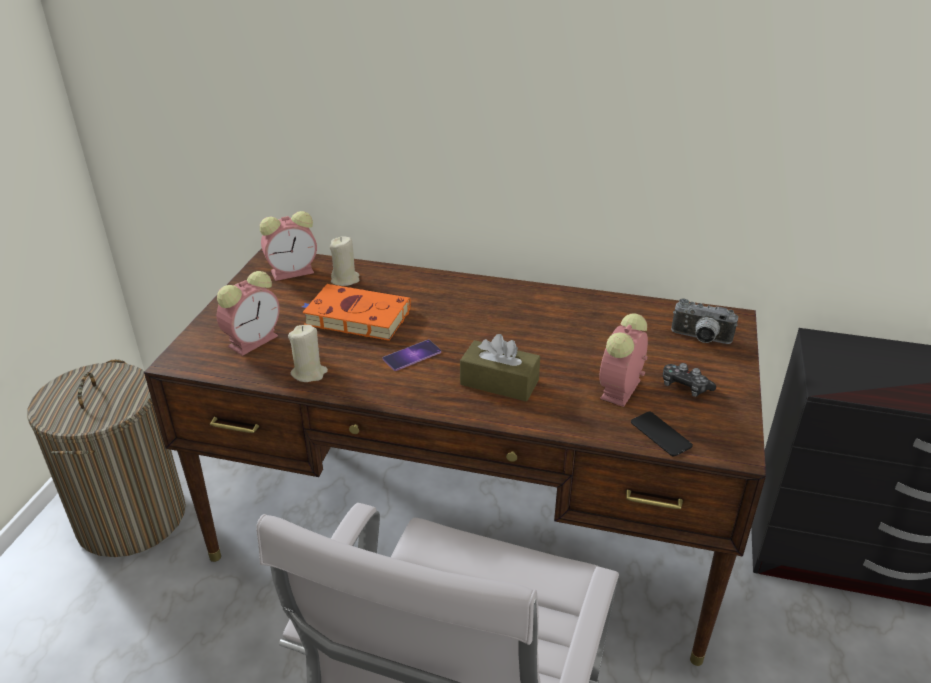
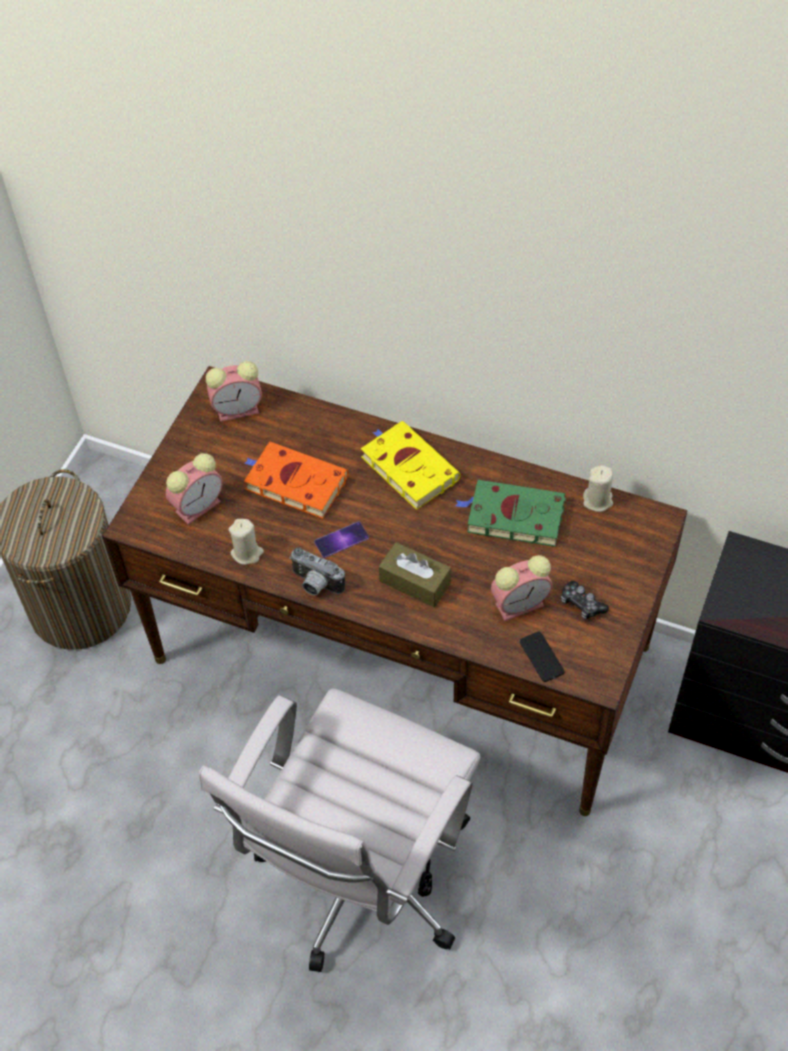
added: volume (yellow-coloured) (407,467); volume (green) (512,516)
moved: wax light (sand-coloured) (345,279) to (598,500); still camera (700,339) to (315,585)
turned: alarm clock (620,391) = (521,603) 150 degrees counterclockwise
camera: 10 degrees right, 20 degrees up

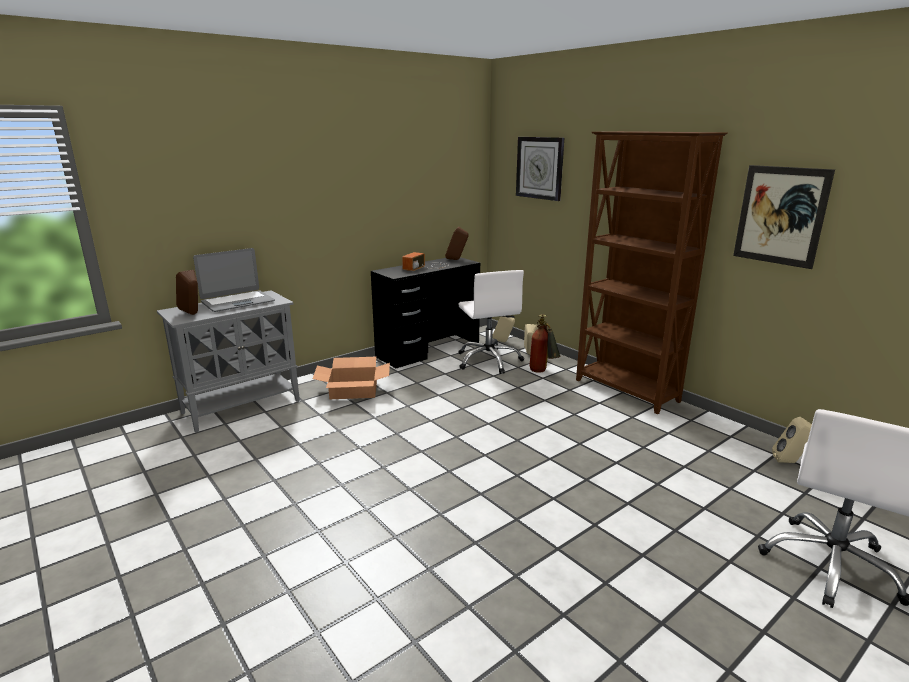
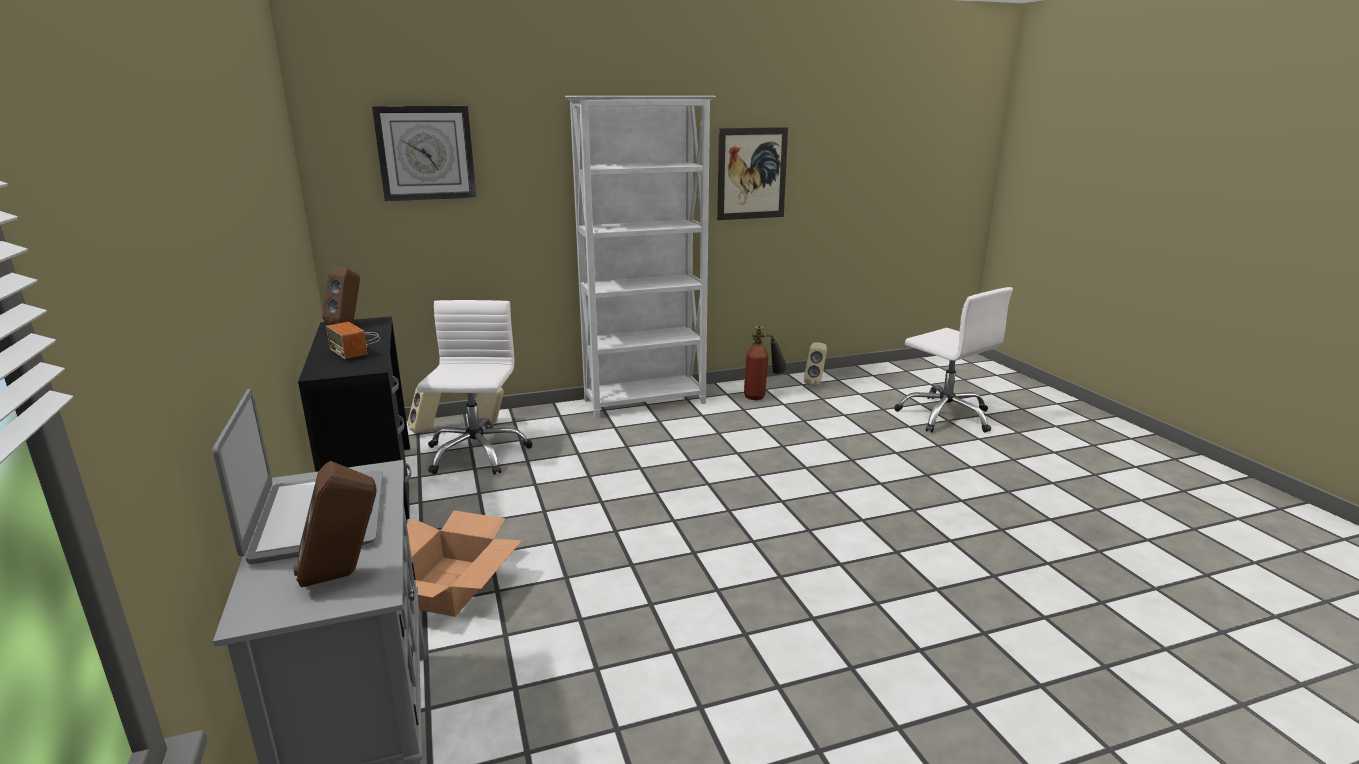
moved: fire-fighting cylinder (542,372) to (762,396)
recoloured: shelving unit (brown-coloured) (626,391) to shelving unit (white-coloured) (646,402)
turned: office chair (white-coloured) (489,360) = (476,453) 90 degrees counterclockwise
camera: 70 degrees left, 0 degrees up

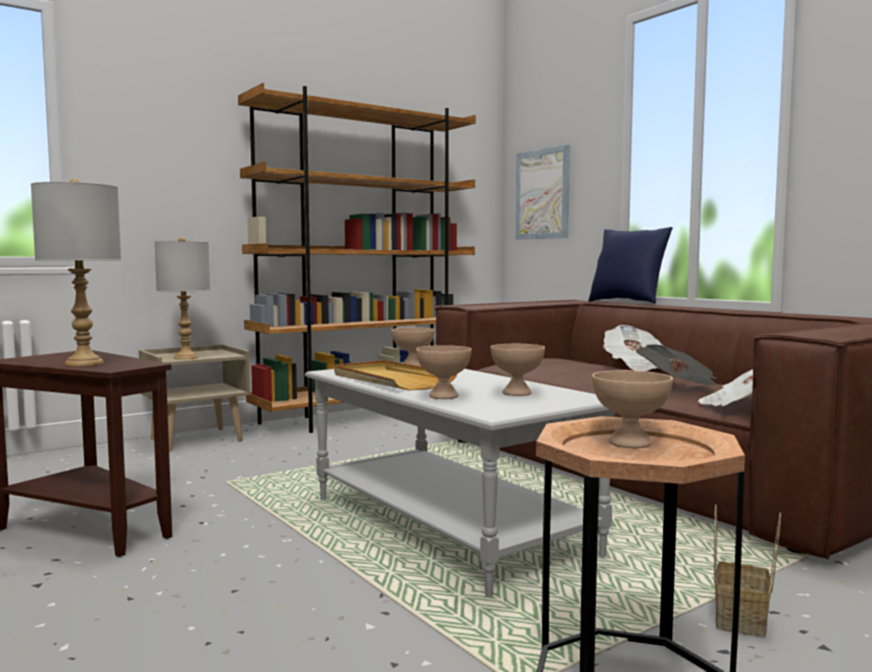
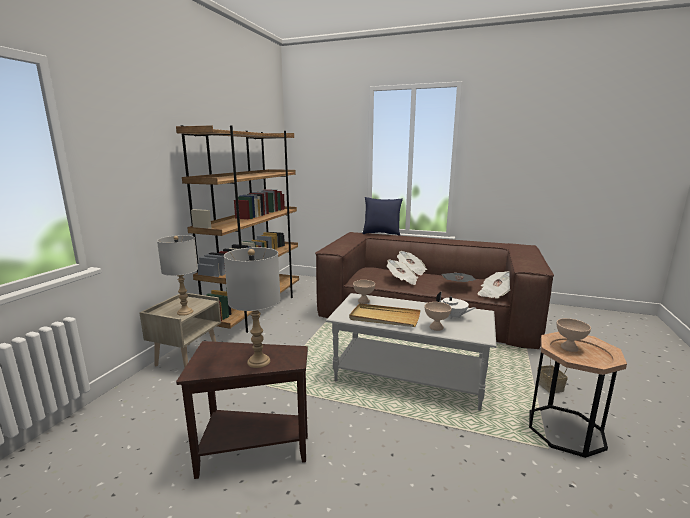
removed: picture (542,194)
added: daily paper (402,280)
replaced: bowl (sand-coloured) (516,393) to tea pot (white-coloured) (453,316)
camera: 35 degrees left, 10 degrees up

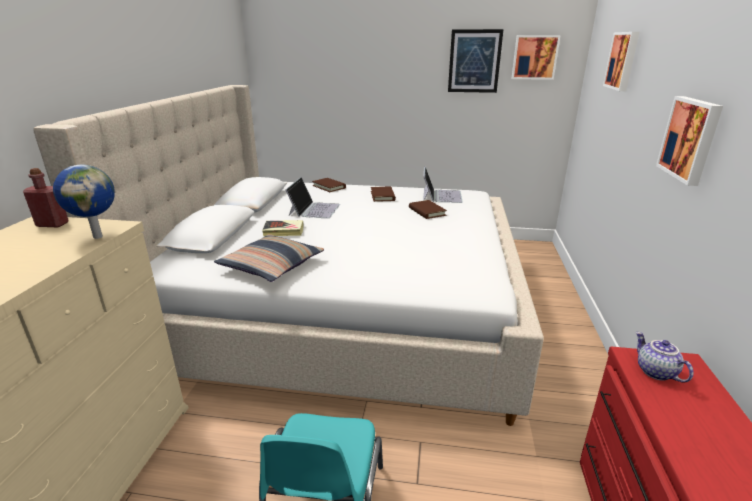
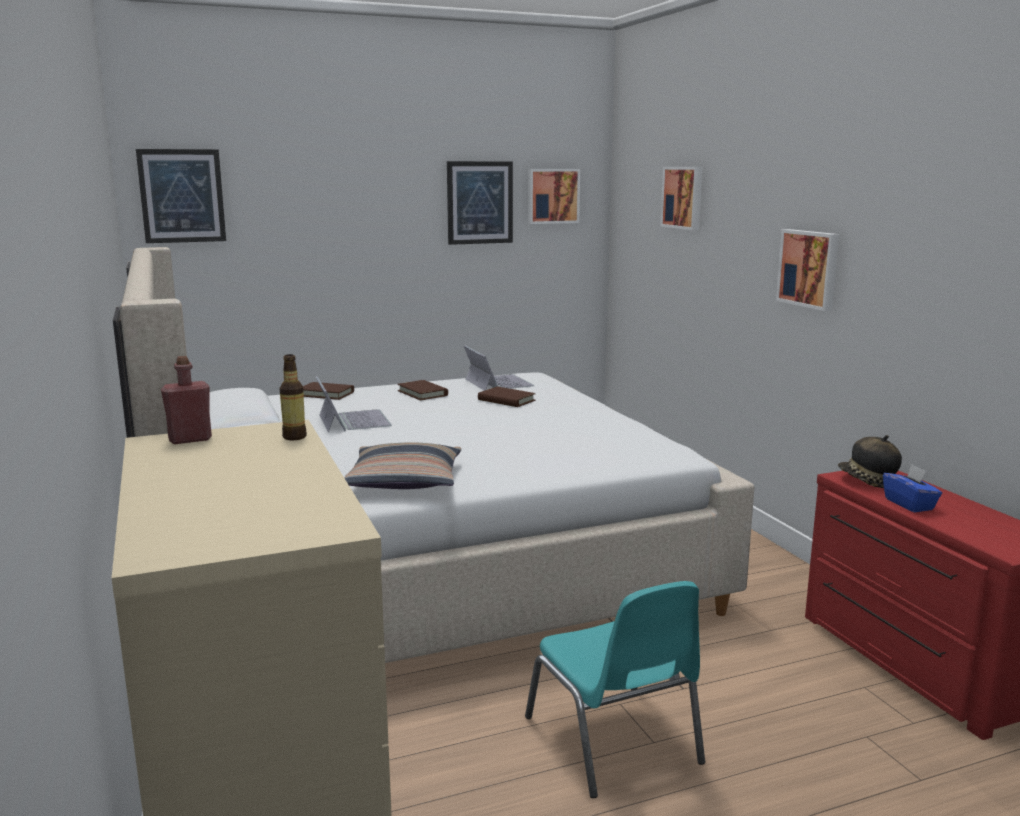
removed: volume (283,231)
added: picture (182,196); box of tissues (blue-coloured) (909,504)
replaced: desk globe (98,236) to drink bottle (294,437); tea pot (655,372) to hat (867,481)
camera: 30 degrees left, 10 degrees down

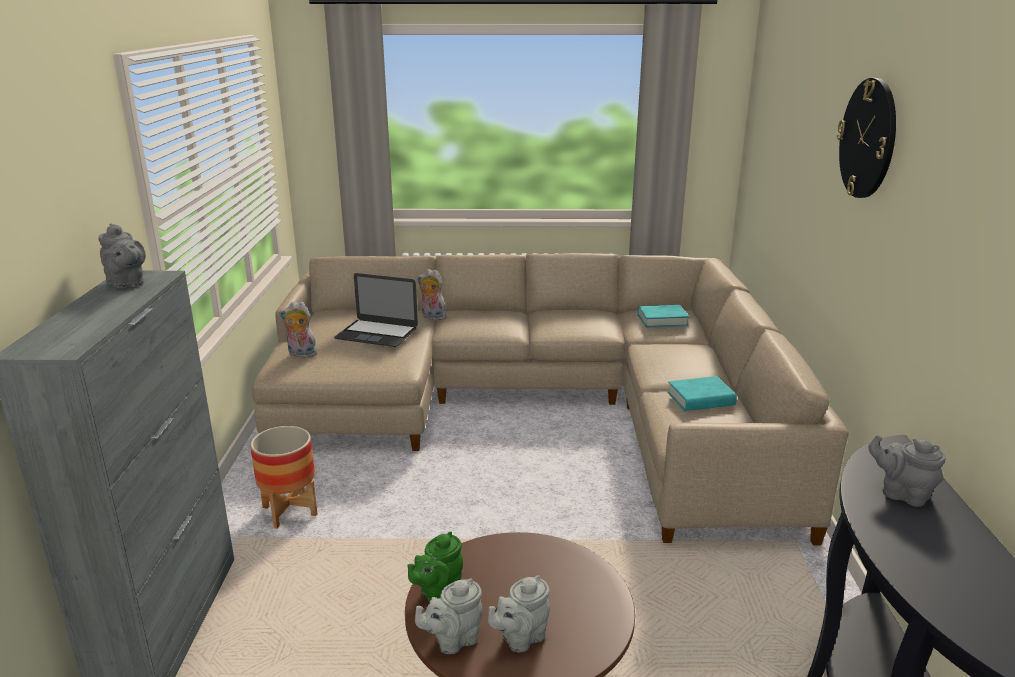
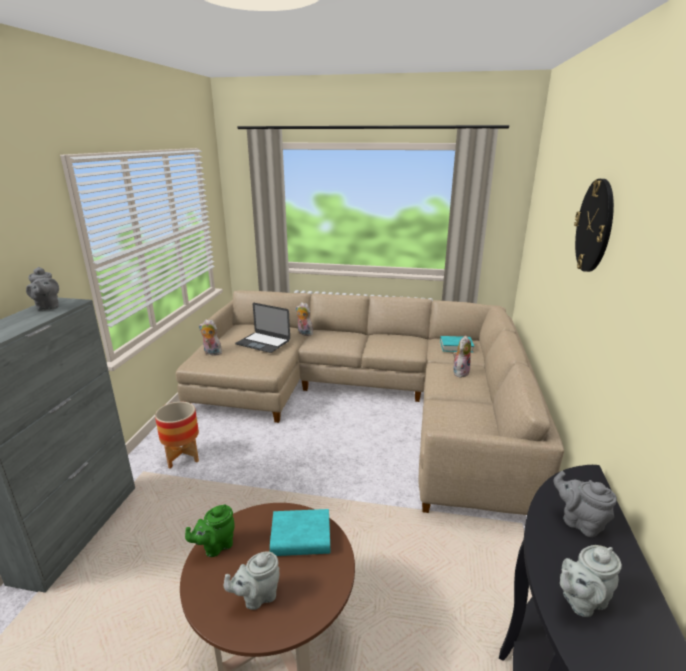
added: plush toy (460,372)
moved: tea pot (grey) (453,640) to (581,600); volume (turquoise-coloured) (700,399) to (301,537)
camera: 10 degrees right, 0 degrees up

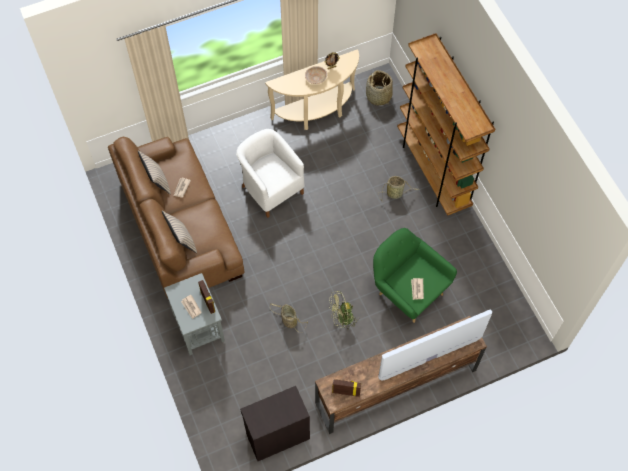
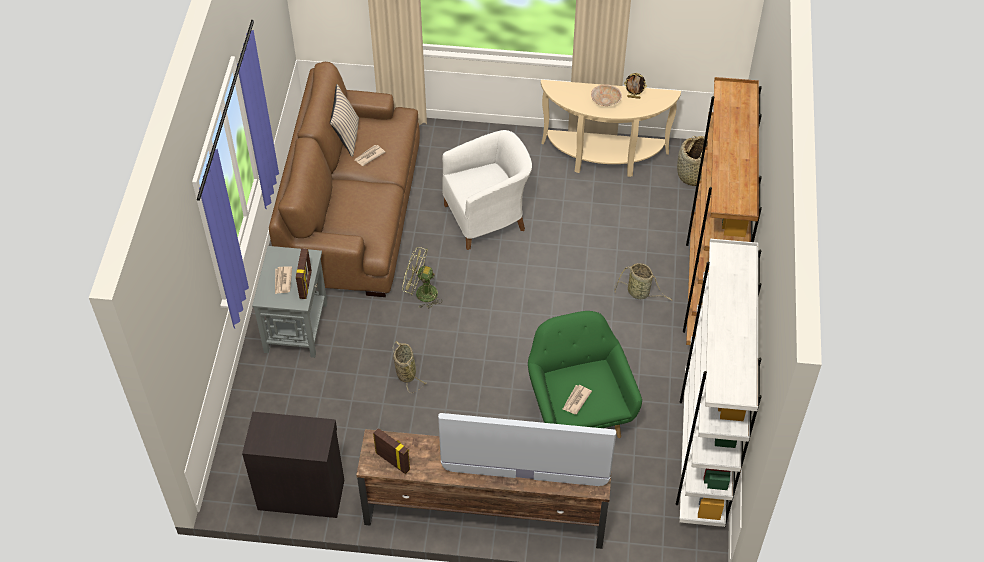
removed: throw pillow (sand-coloured) (182,240)
added: shelving unit (white-coloured) (702,454)
moved: fan (green) (342,319) to (421,293)
turned: armchair (white-coloured) (270,188) = (488,217) 75 degrees clockwise
camera: 30 degrees right, 10 degrees down

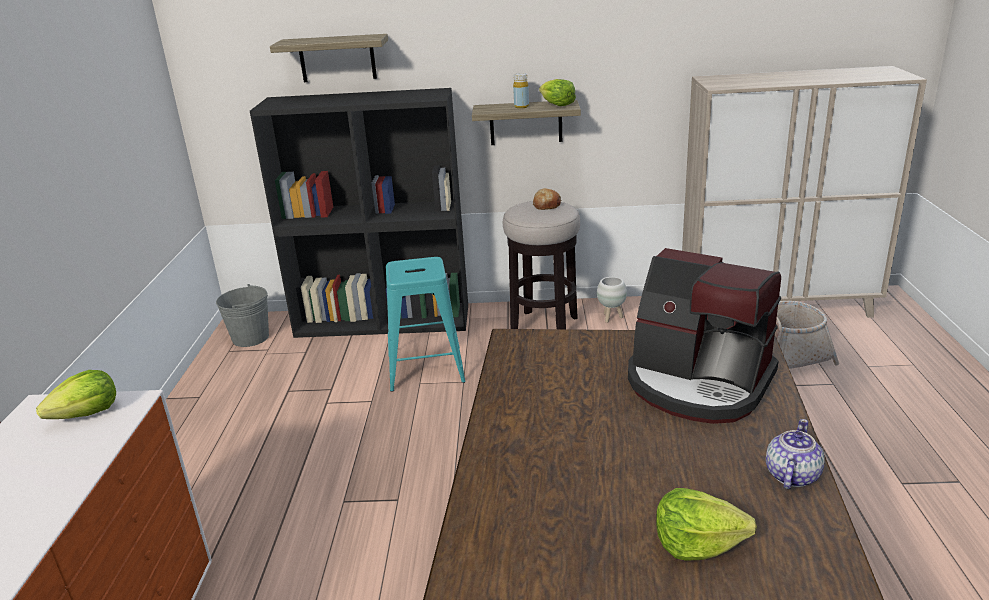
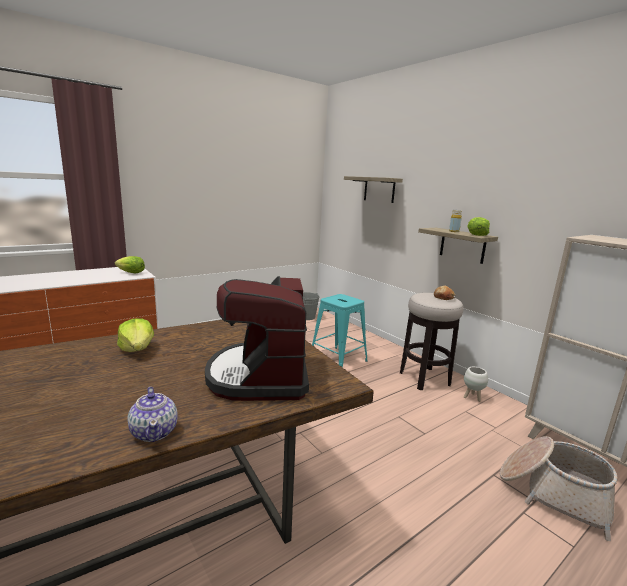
removed: shelving unit (black) (384,320)
moved: head of lettuce (697,543) to (137,349)
turned: tea pot (791,475) = (154,431) 75 degrees clockwise
camera: 50 degrees right, 10 degrees down

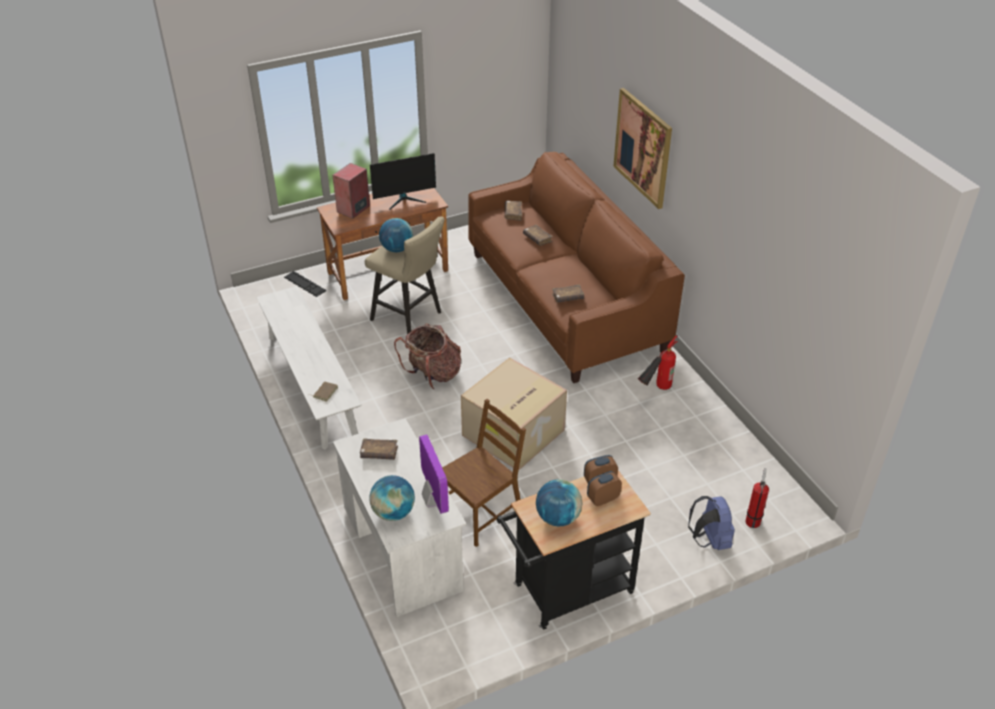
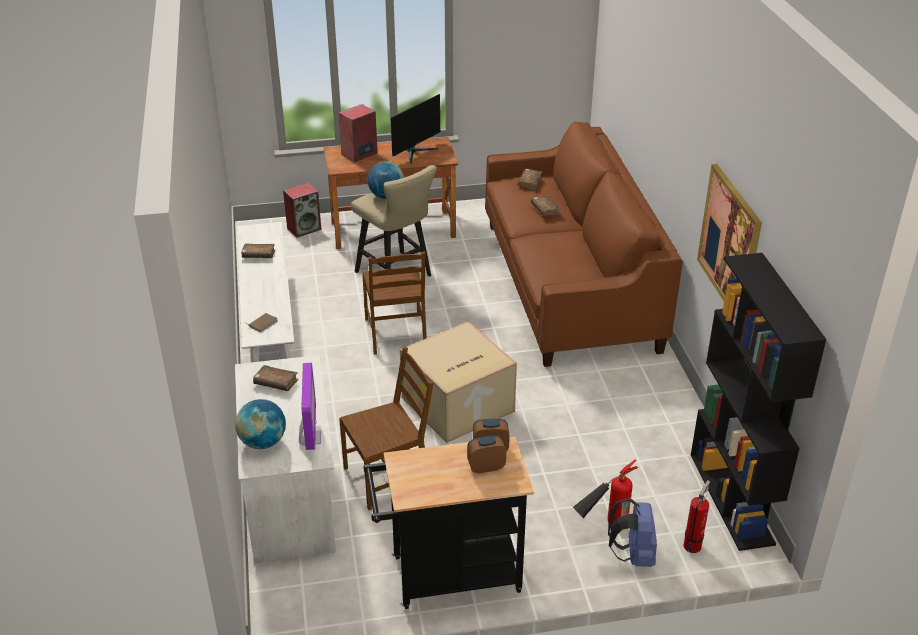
removed: desk globe (558,518)
added: shelving unit (black) (732,498)
moved: volume (brown-coloured) (567,297) to (258,255); picture (643,147) to (729,242); fire-fighting cylinder (655,392) to (602,528)
replaced: computer keyboard (305,284) to loudspeaker (304,228); rucksack (433,374) to chair (brown-coloured) (396,333)
turned: computer screen (404,200) = (415,152) 45 degrees counterclockwise
camera: 15 degrees right, 5 degrees down

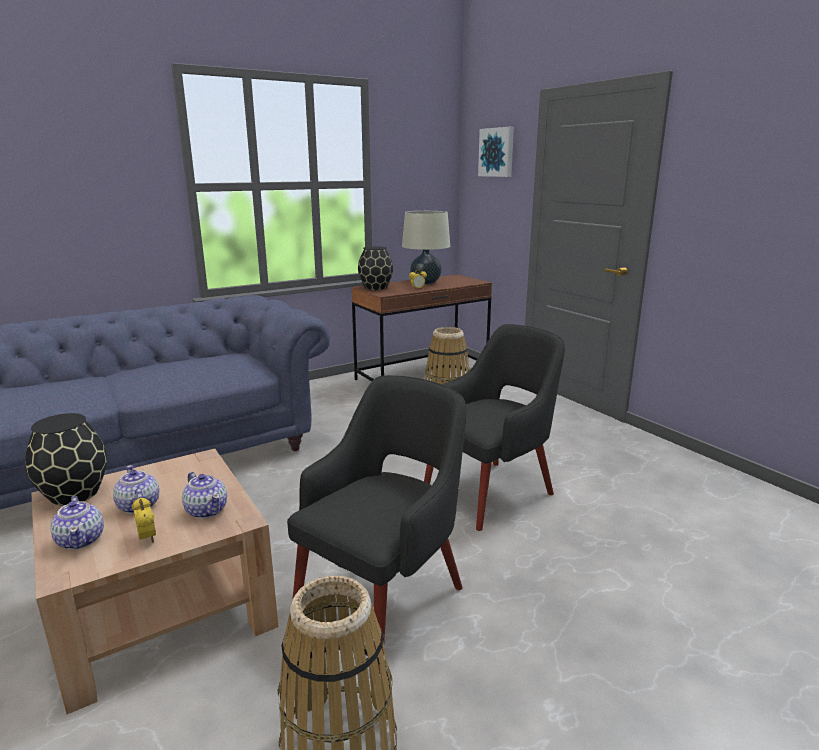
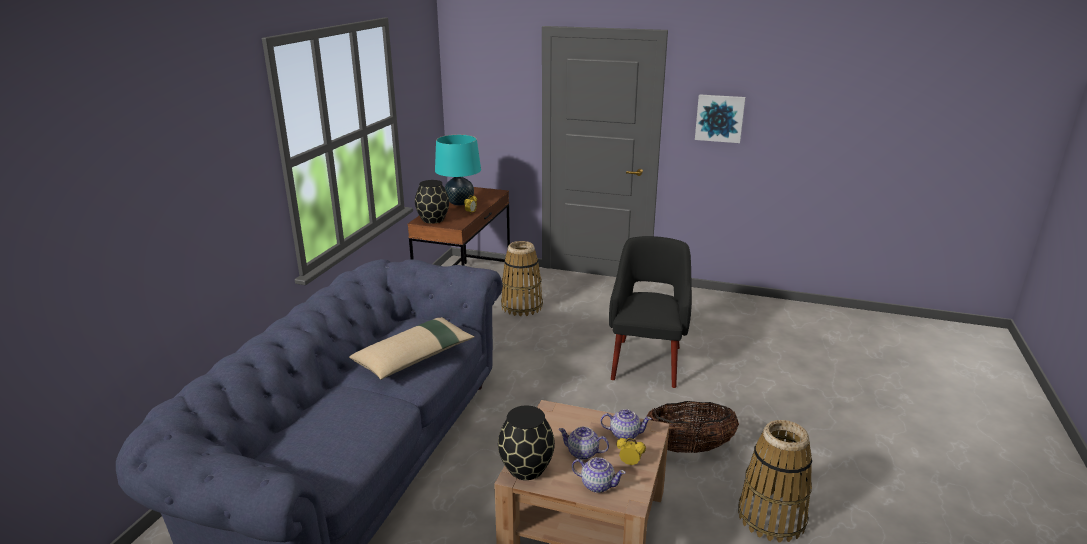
added: throw pillow (sand-coloured) (415,357)
moved: picture (497,152) to (719,118)
replaced: armchair (black) (384,599) to basket (688,448)
recoloured: table lamp (sand-coloured) (425,282) to table lamp (turquoise-coloured) (459,203)
camera: 40 degrees left, 5 degrees up

